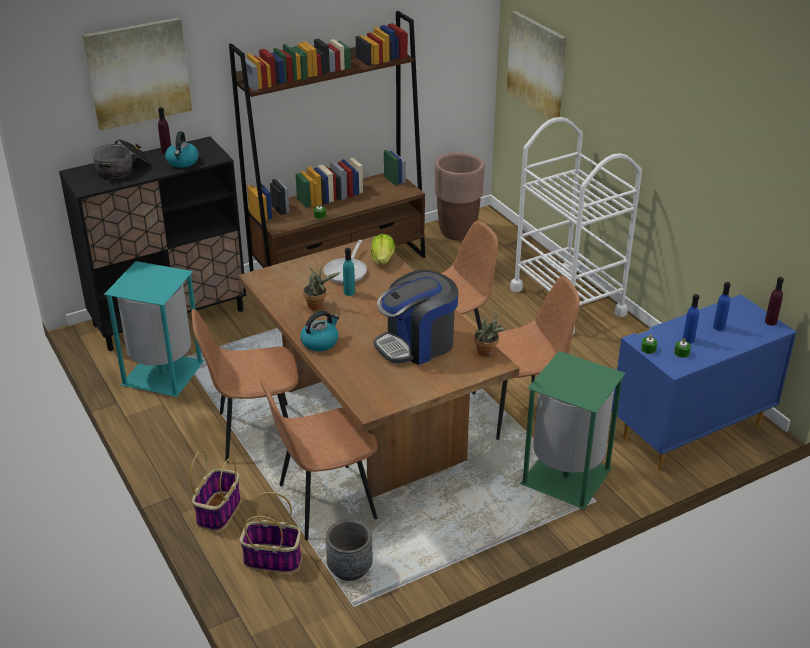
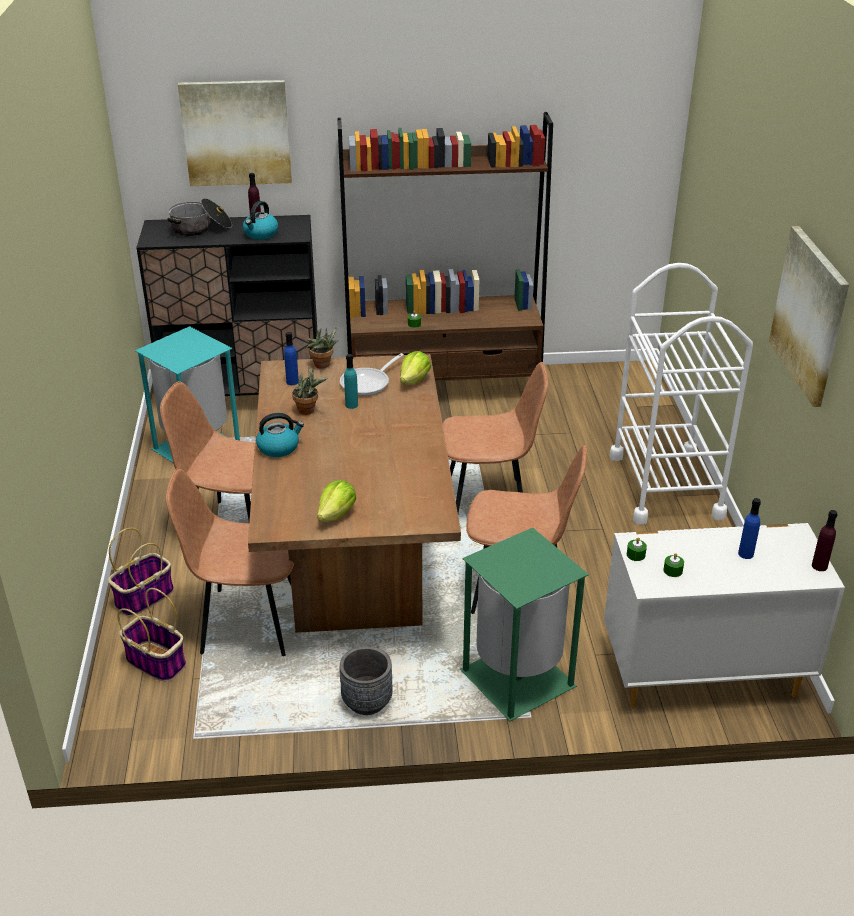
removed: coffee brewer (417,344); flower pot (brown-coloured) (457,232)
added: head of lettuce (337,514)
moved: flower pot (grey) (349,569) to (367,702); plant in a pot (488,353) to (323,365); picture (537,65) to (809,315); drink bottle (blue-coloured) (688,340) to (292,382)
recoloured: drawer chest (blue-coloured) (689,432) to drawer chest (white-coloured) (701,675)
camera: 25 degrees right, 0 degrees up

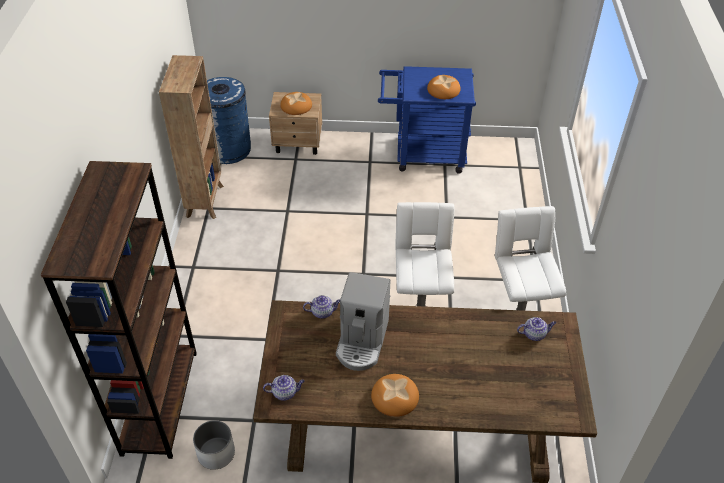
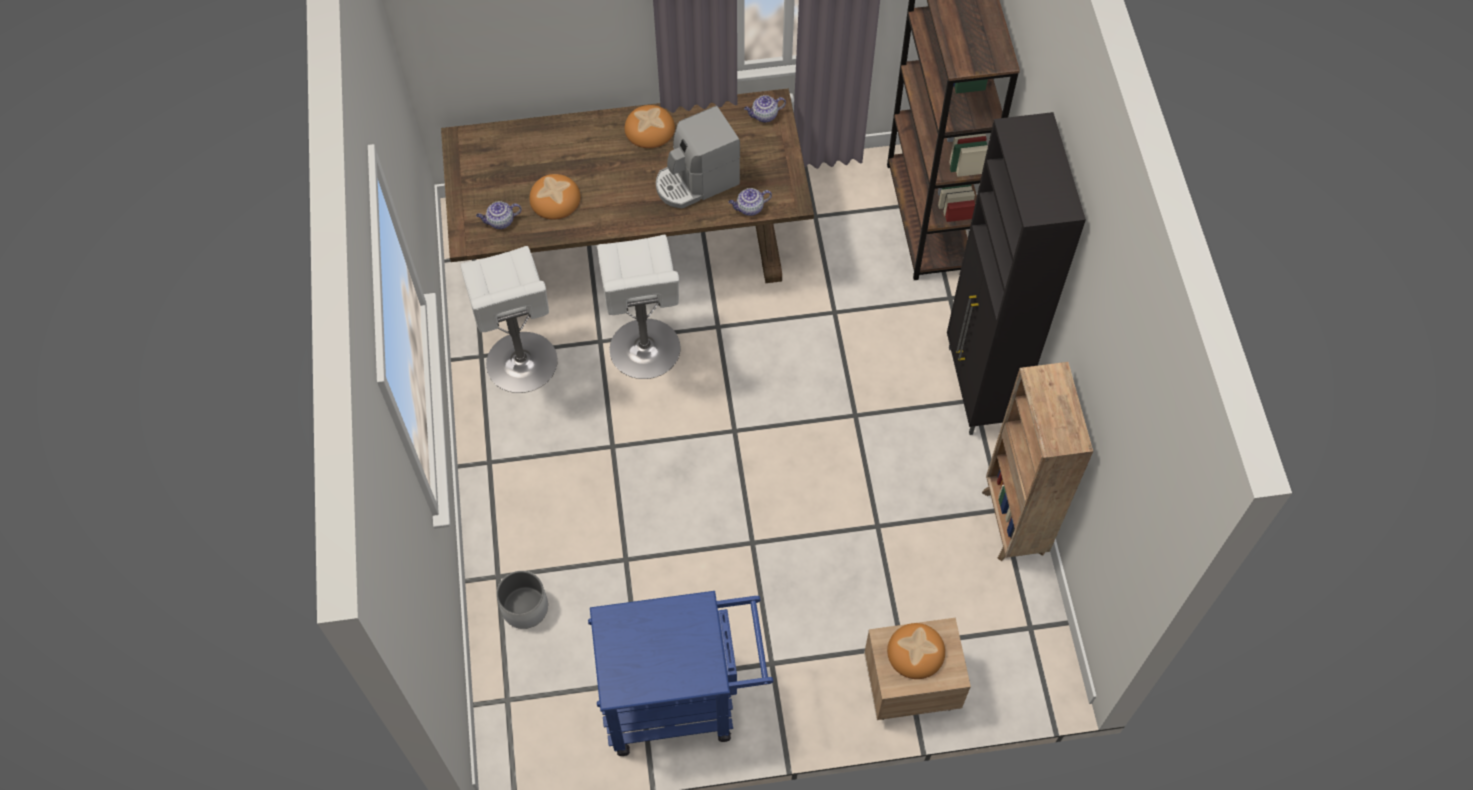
removed: waste bin (blue-coloured) (229,149)
added: storage cabinet (black) (979,389)
moved: flower pot (white-coloured) (216,453) to (525,607); bakery bread (443,90) to (555,199)
turned: coffee brewer (362,341) = (696,182) 120 degrees counterclockwise
camera: 170 degrees right, 15 degrees up

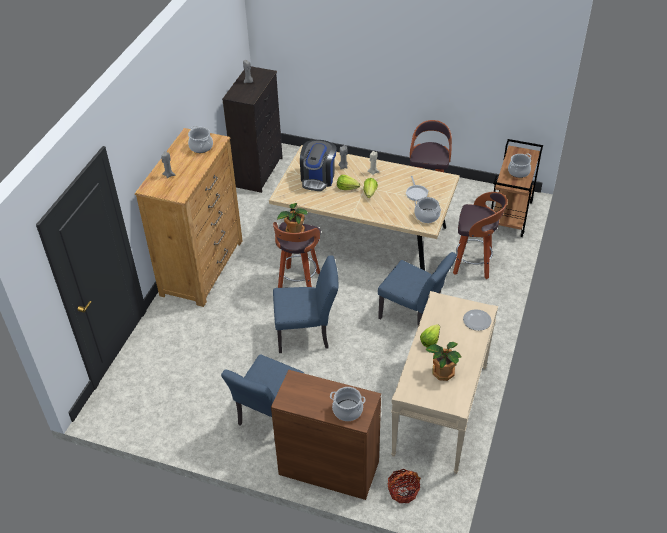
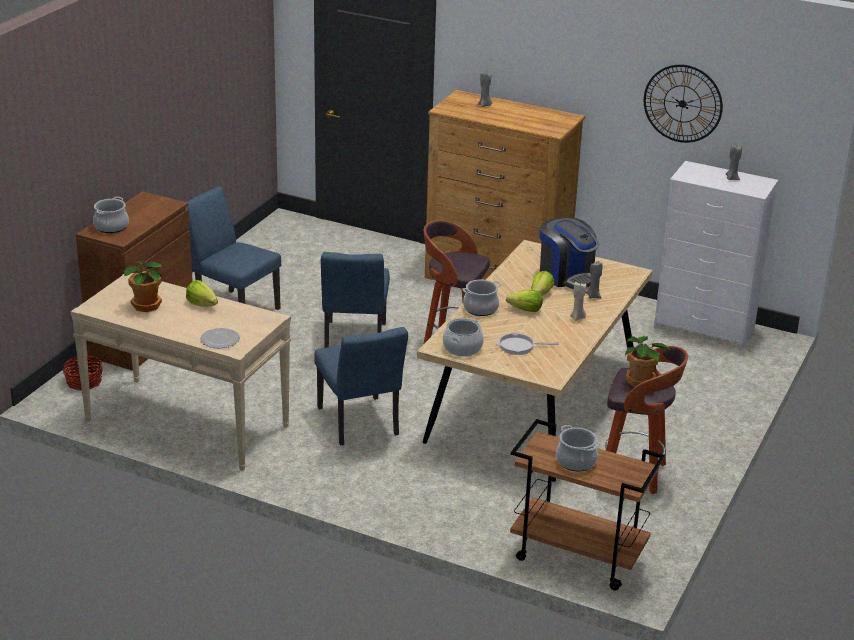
removed: stool seat (474,265)
added: hanging clock (682,103)
moved: saucepot (201,147) to (480,308); plant in a pot (294,232) to (640,380)
recoloured: drawer chest (black) (259,172) to drawer chest (white-coloured) (704,329)
turned: coffee brewer (318,178) = (567,275) 150 degrees counterclockwise; chair (blue-coloured) (414,316) = (360,425) 60 degrees counterclockwise
camera: 95 degrees right, 15 degrees down

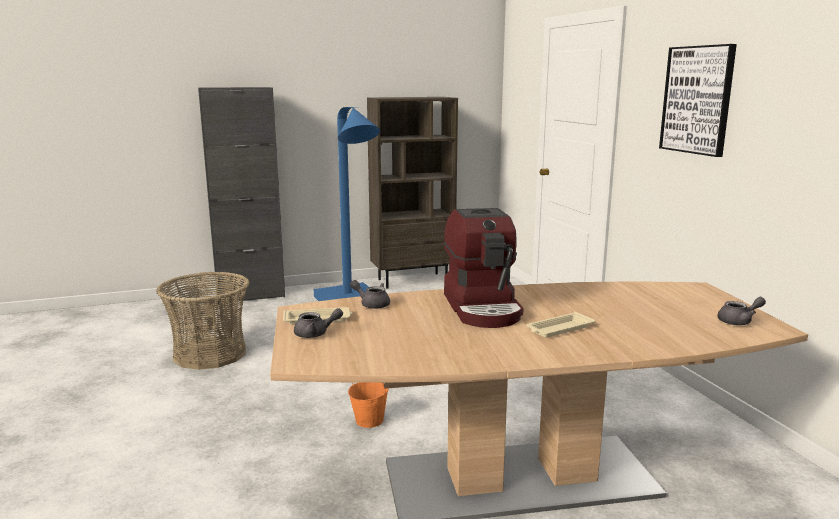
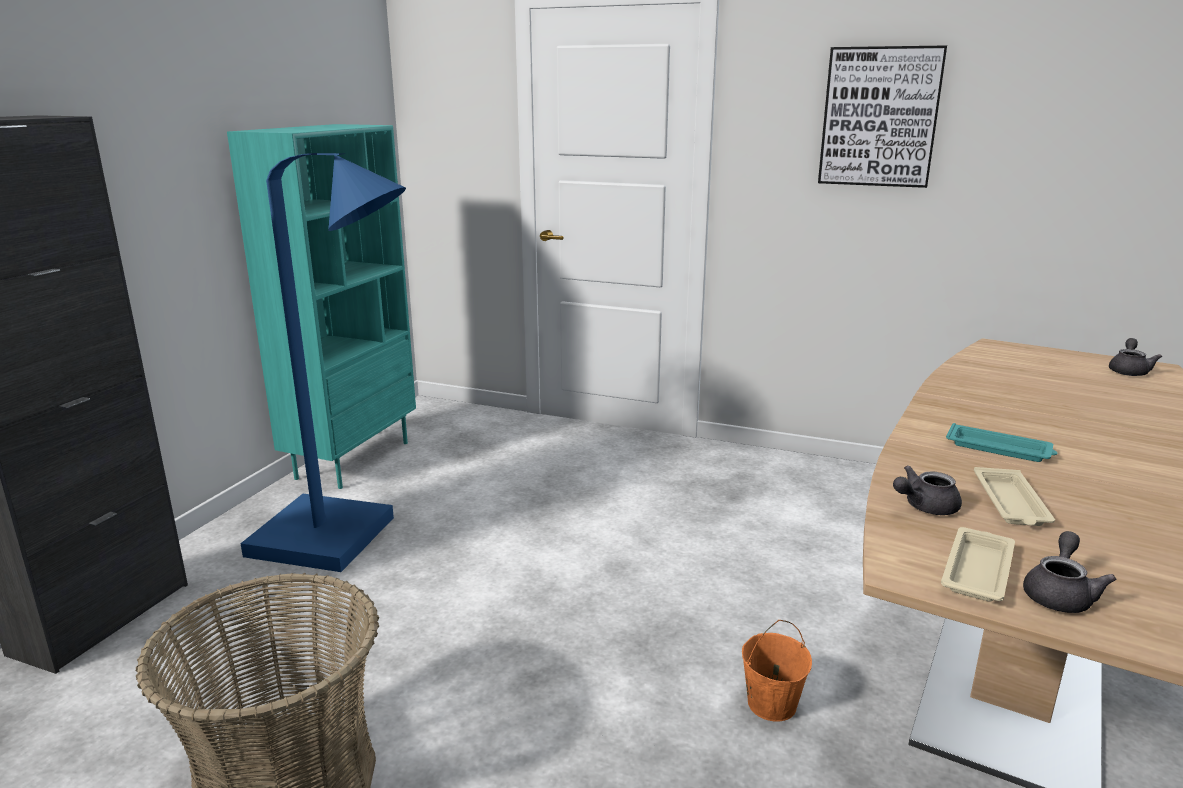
moved: tray (sand-coloured) (559,329) to (1010,503)
replaced: coffee brewer (483,308) to tray (turquoise-coloured) (1000,449)
recoloured: shelving unit (brown-coloured) (413,280) to shelving unit (turquoise-coloured) (352,459)
camera: 50 degrees left, 5 degrees up

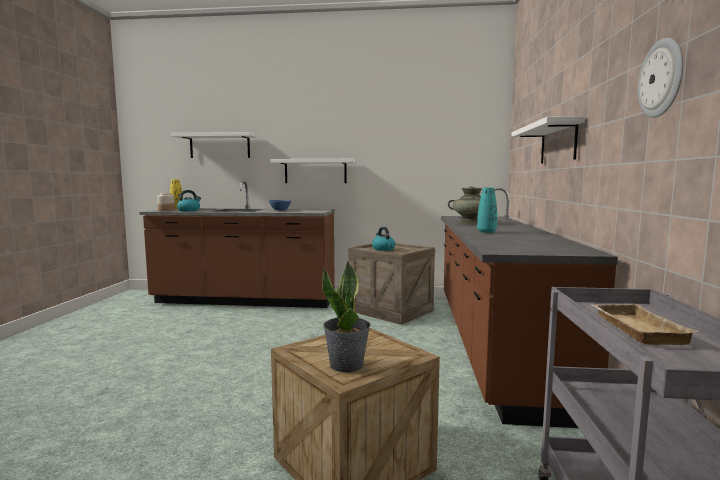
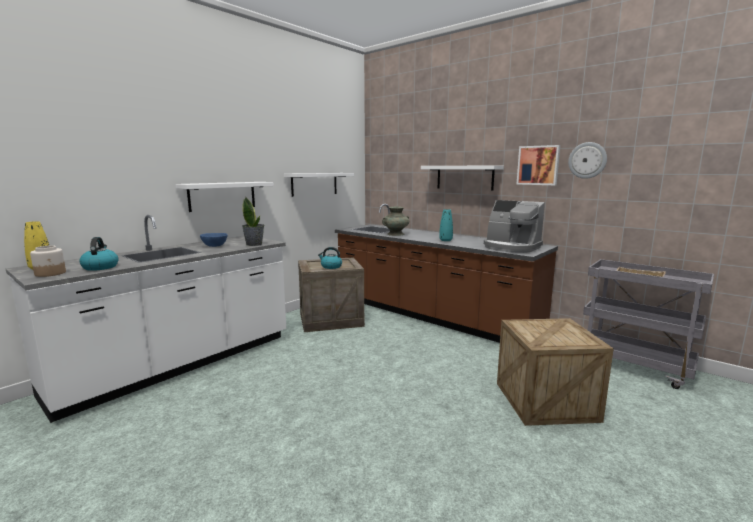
added: coffee brewer (511,247); picture (538,165)
moved: wall shelf (white-coloured) (219,146) to (314,184); plant in a pot (347,365) to (254,244)
recoloured: counter (brown-coloured) (245,300) to counter (white-coloured) (179,364)
camera: 55 degrees left, 5 degrees up

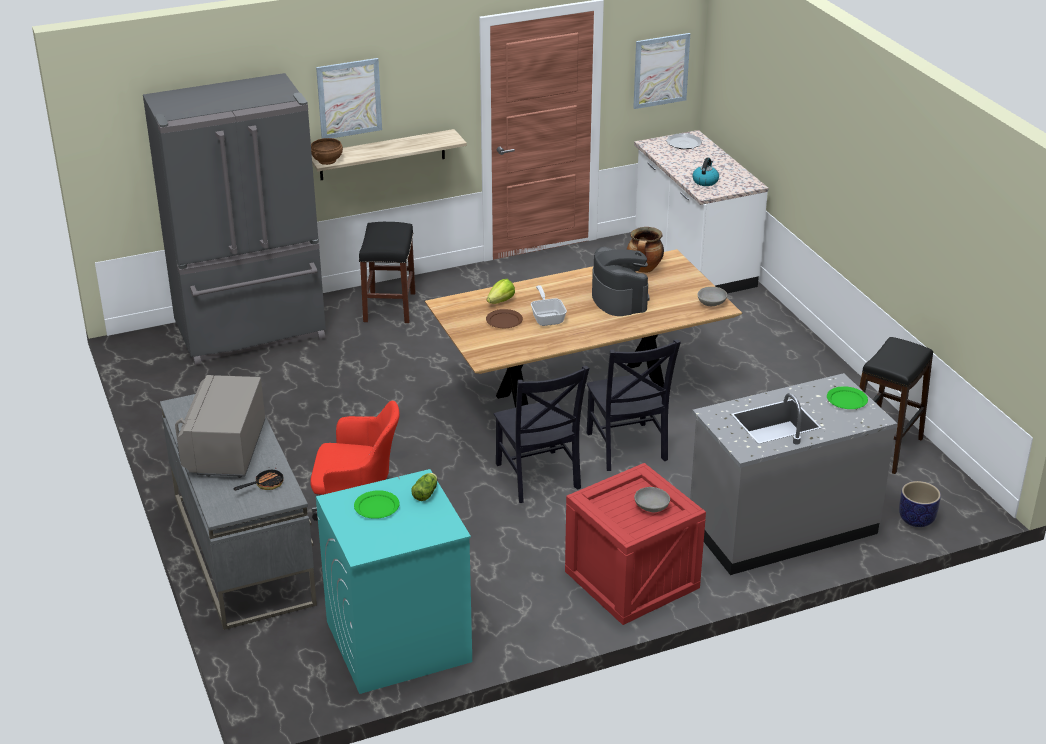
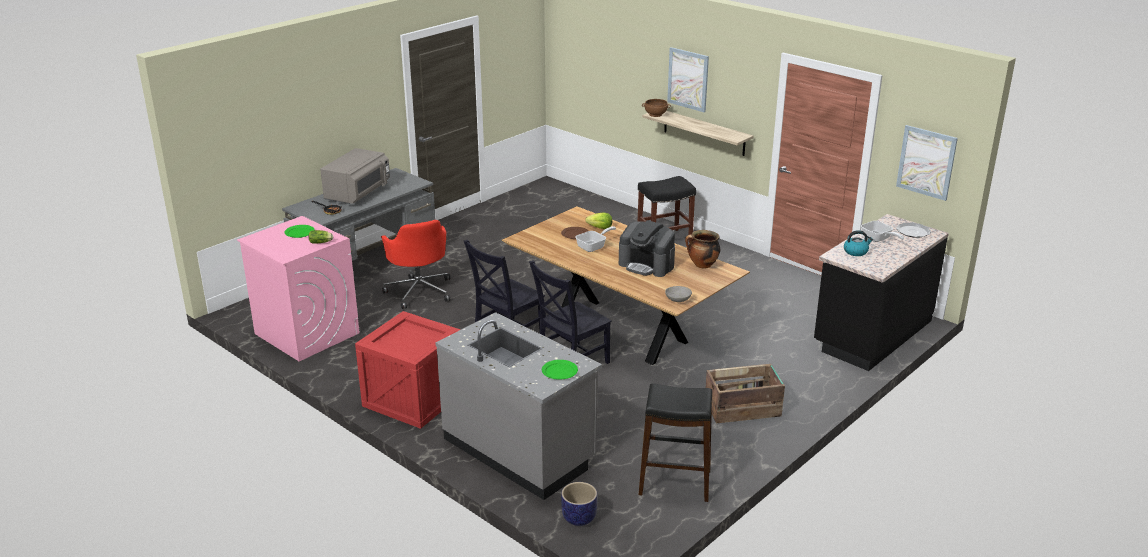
removed: kitchen fridge (grey) (252,333); bowl (grey) (651,507)
added: crate (743,409); skillet (878,239)
recoloured: laundry appliance (turquoise-coloured) (397,642) to laundry appliance (pinkish) (306,333); counter (white-coloured) (693,261) to counter (black) (871,333)
turned: kitchen microwave (grey) (224,450) = (358,193) 135 degrees clockwise; coffee brewer (619,299) = (647,265) 75 degrees clockwise
camera: 65 degrees right, 5 degrees down

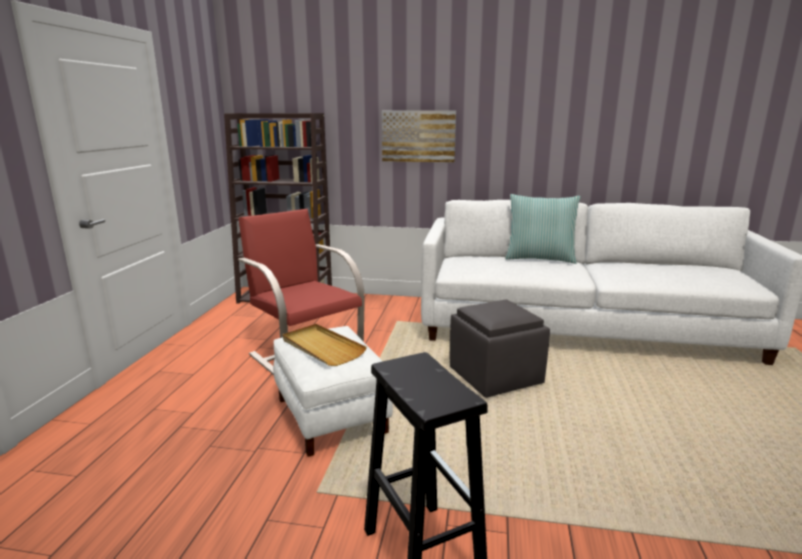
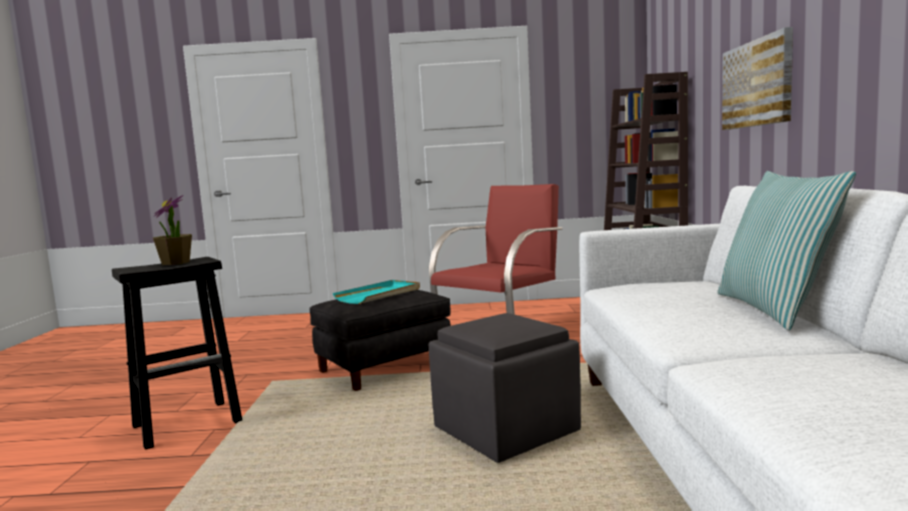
added: plant in a pot (175,263)
recoloured: ottoman (white-coloured) (332,415) to ottoman (black) (384,368); tray (sand-coloured) (322,347) to tray (turquoise-coloured) (379,294)
camera: 80 degrees right, 10 degrees down

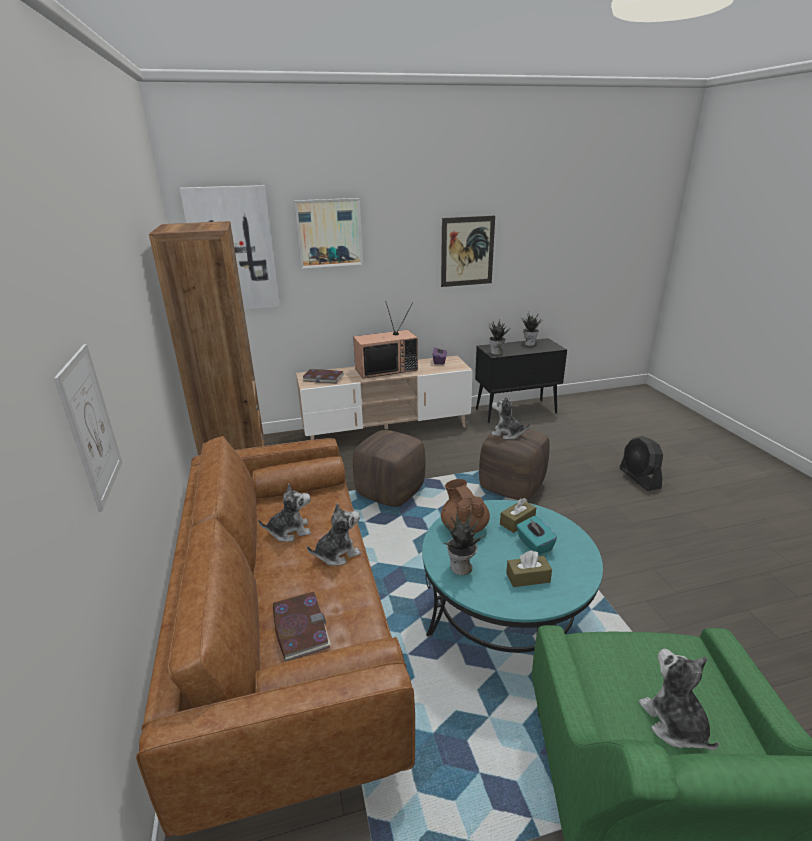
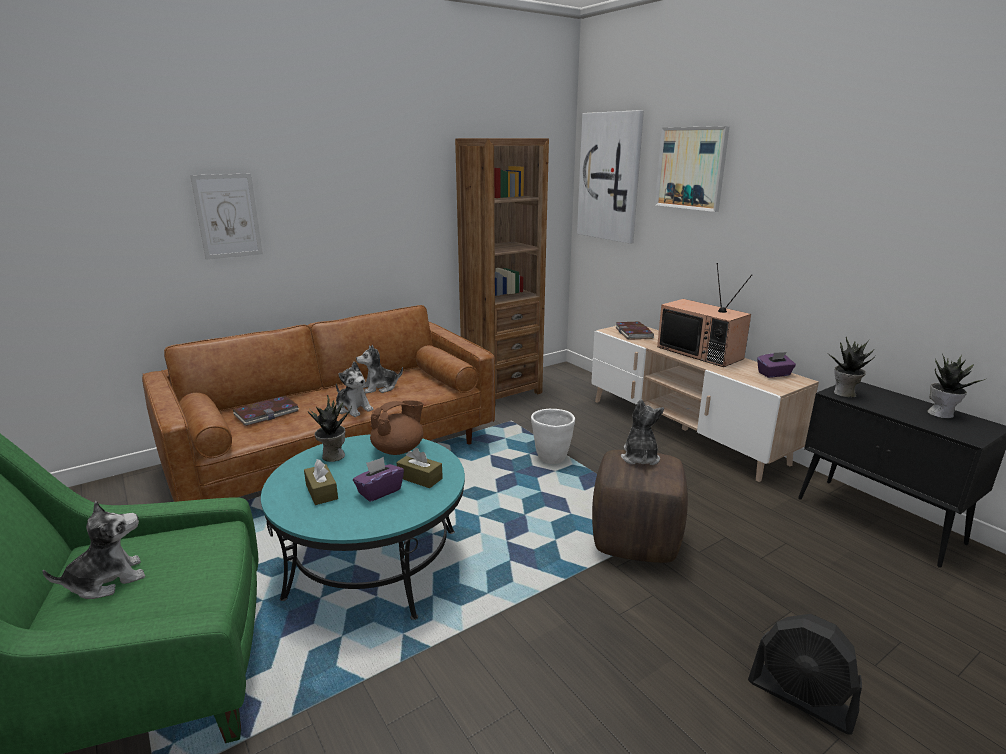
removed: picture (467,251)
replaced: ottoman (brown-coloured) (390,492) to flower pot (white-coloured) (551,458)
recoloured: box of tissues (turquoise-coloured) (534,544) to box of tissues (purplish) (379,491)
turned: plush toy (290,531) = (380,387) 105 degrees clockwise; fan (black) (639,478) = (801,697) 105 degrees counterclockwise
camera: 70 degrees right, 5 degrees down

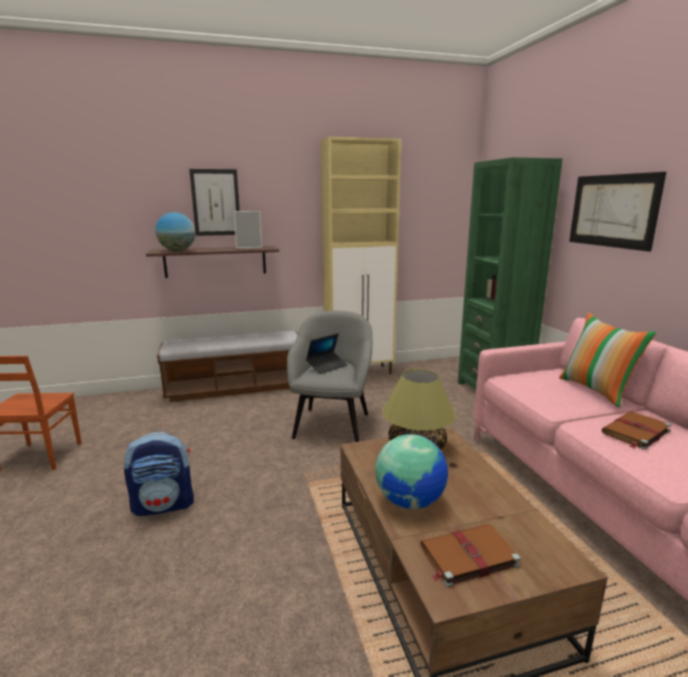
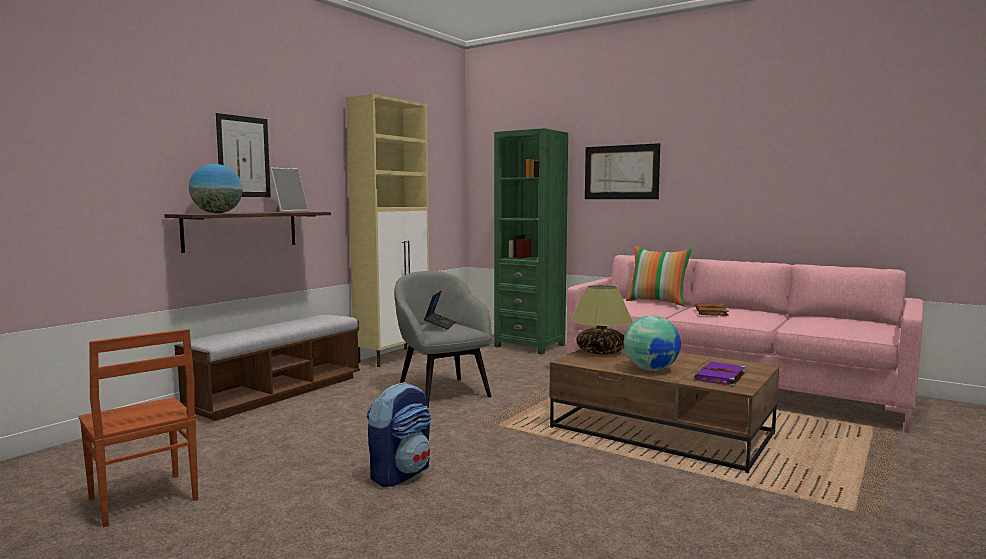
recoloured: volume (brown-coloured) (467,556) to volume (purplish) (720,376)
camera: 40 degrees left, 10 degrees down

